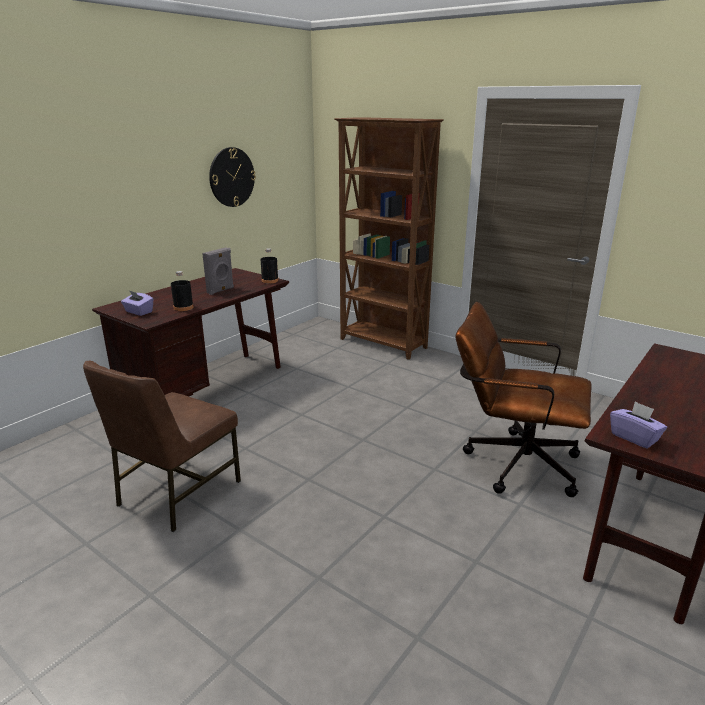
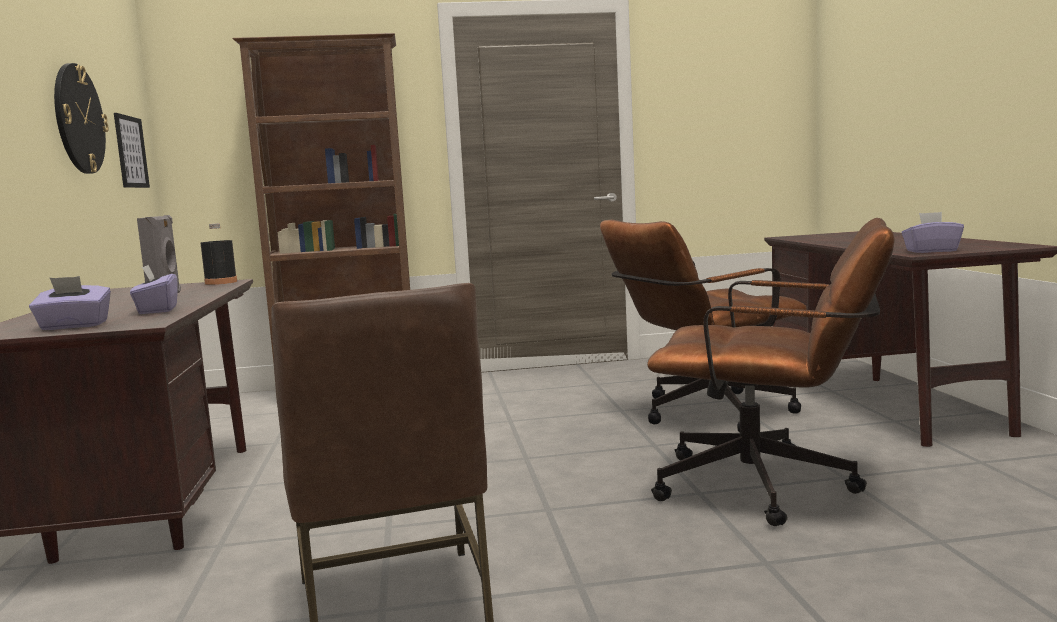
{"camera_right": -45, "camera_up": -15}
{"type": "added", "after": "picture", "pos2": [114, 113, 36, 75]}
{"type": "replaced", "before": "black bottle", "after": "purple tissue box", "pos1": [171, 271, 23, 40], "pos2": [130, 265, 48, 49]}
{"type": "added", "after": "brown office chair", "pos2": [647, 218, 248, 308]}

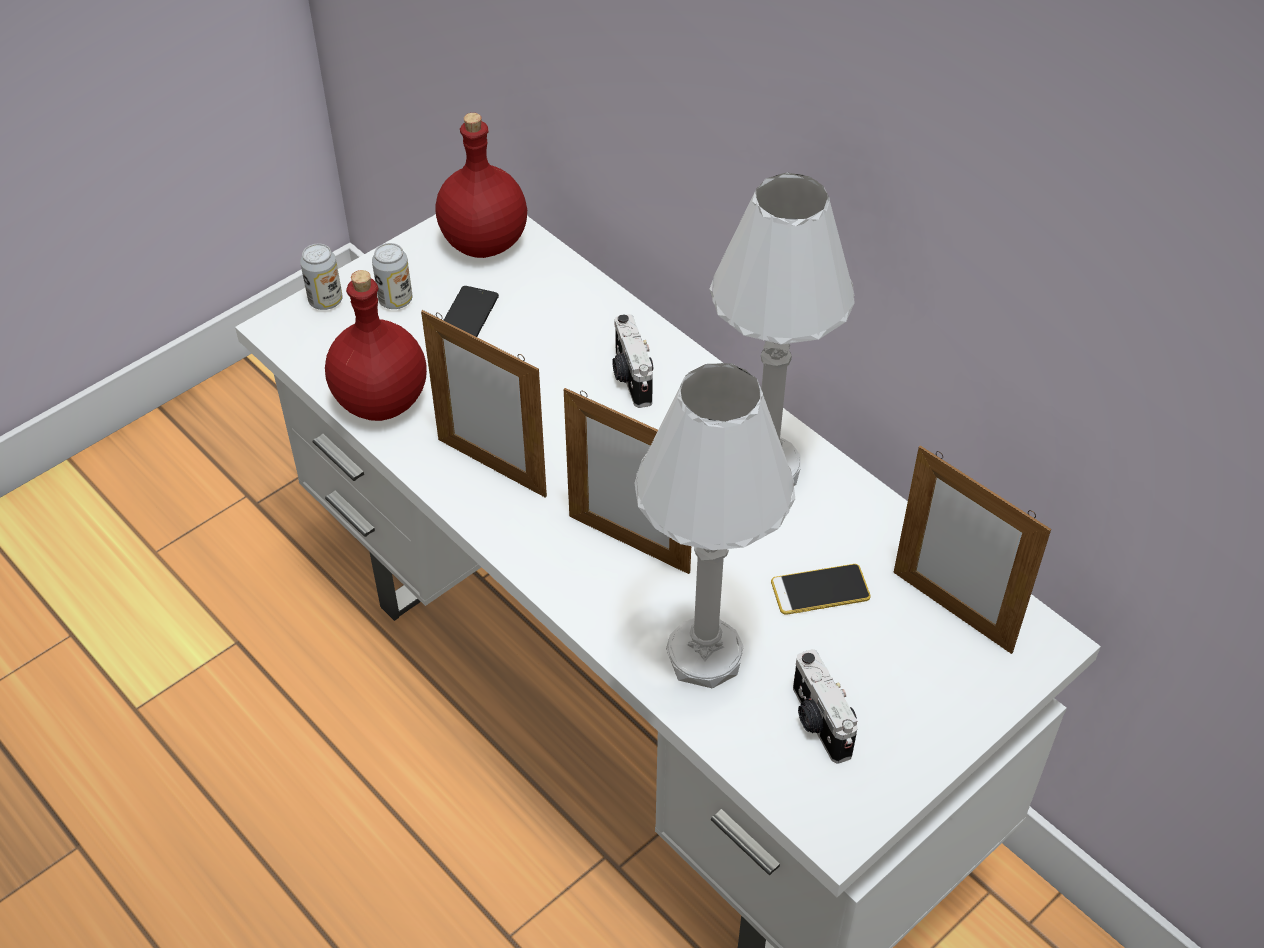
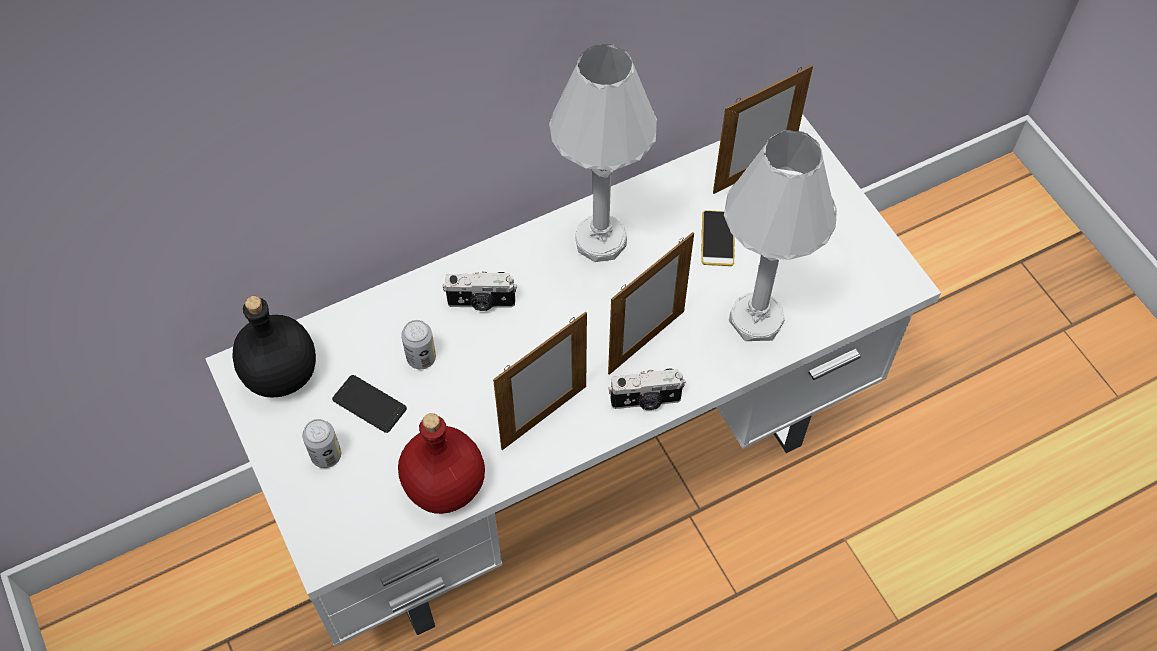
{"camera_right": -75, "camera_up": 10}
{"type": "recoloured", "before": "red bottle", "after": "black bottle", "pos1": [436, 113, 91, 145], "pos2": [232, 296, 84, 102]}
{"type": "moved", "before": "can", "pos1": [300, 244, 43, 66], "pos2": [401, 320, 35, 49]}
{"type": "moved", "before": "photo camera", "pos1": [793, 649, 65, 114], "pos2": [608, 368, 78, 42]}

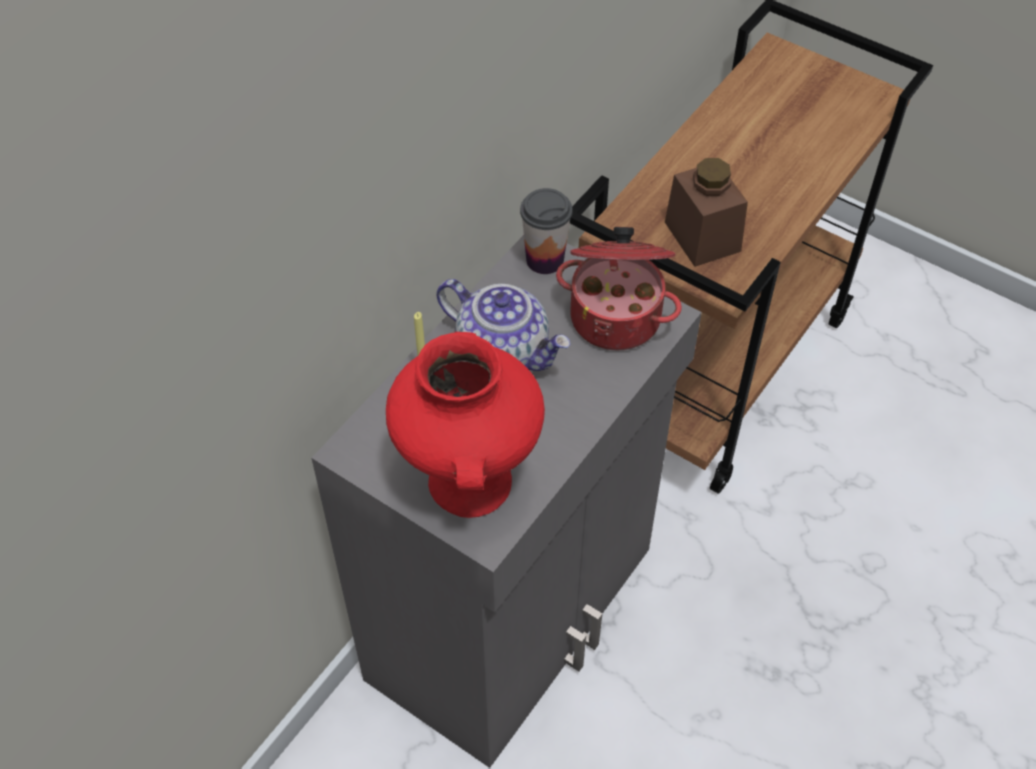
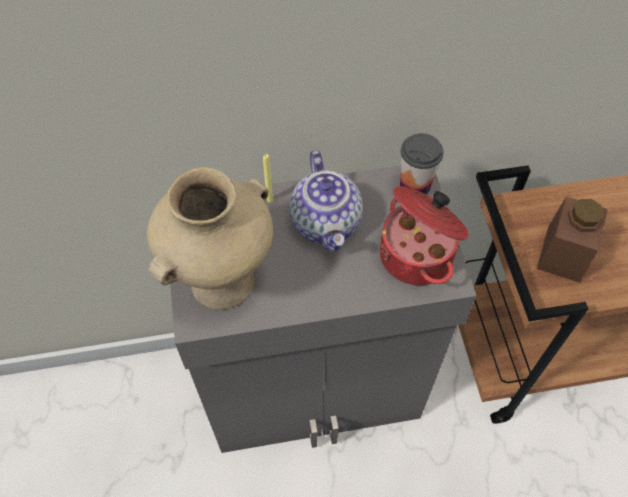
{"camera_right": 45, "camera_up": 5}
{"type": "recoloured", "before": "red vase", "after": "beige vase", "pos1": [386, 332, 159, 186], "pos2": [147, 167, 126, 143]}

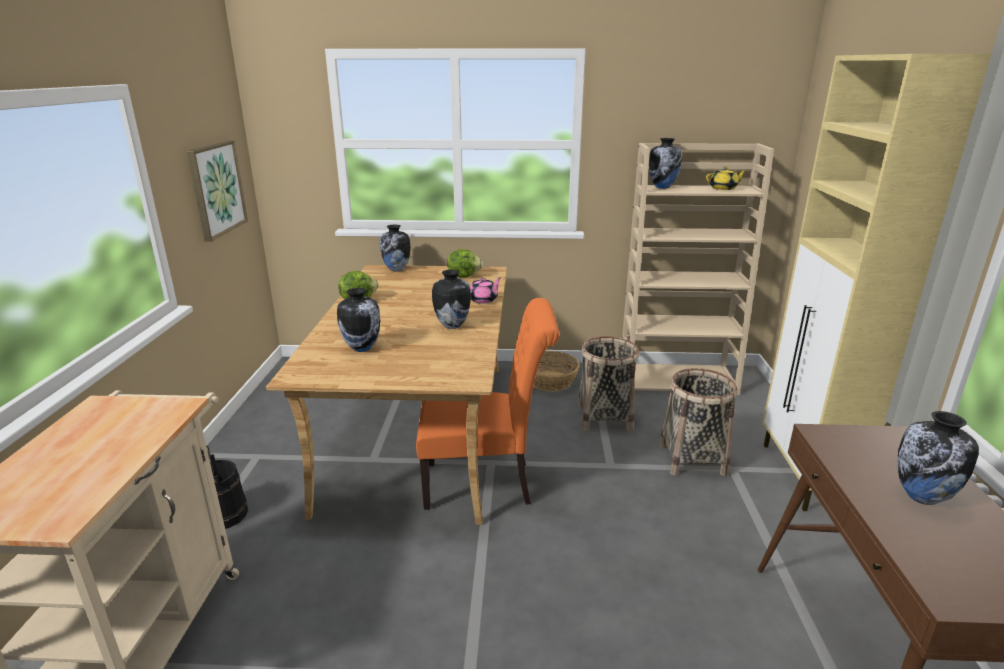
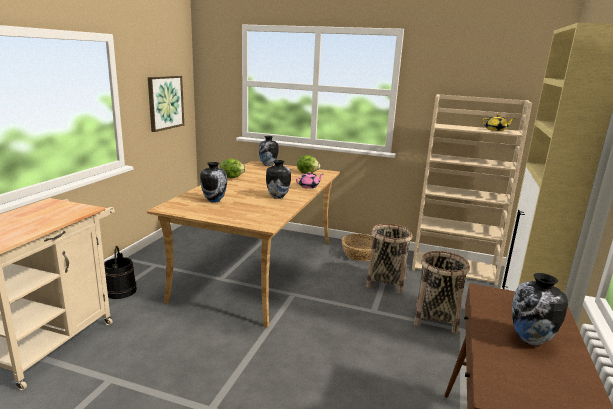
{"camera_right": 15, "camera_up": -5}
{"type": "removed", "before": "orange chair", "pos1": [416, 298, 143, 212]}
{"type": "removed", "before": "vase", "pos1": [649, 138, 33, 51]}

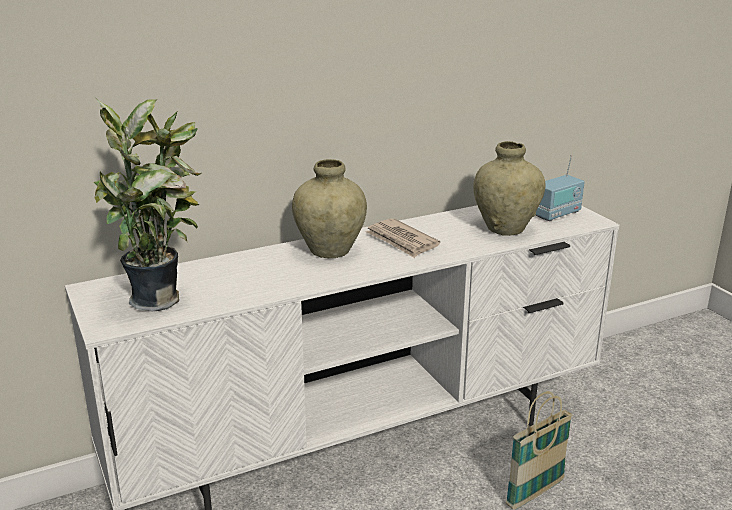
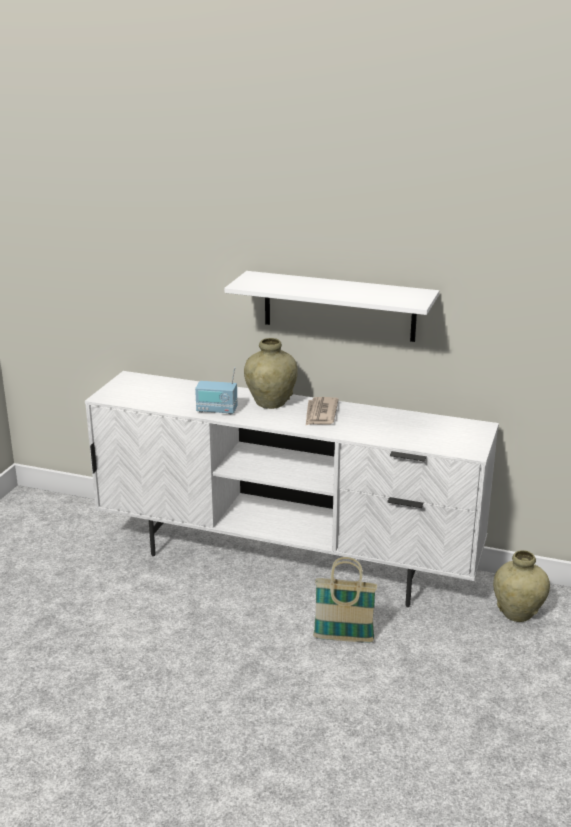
{"camera_right": 45, "camera_up": 0}
{"type": "moved", "before": "radio", "pos1": [536, 155, 49, 66], "pos2": [195, 367, 43, 47]}
{"type": "added", "after": "white shelf", "pos2": [224, 271, 215, 71]}
{"type": "moved", "before": "beige vase", "pos1": [473, 141, 73, 95], "pos2": [493, 550, 57, 72]}
{"type": "removed", "before": "potted plant", "pos1": [94, 99, 108, 212]}

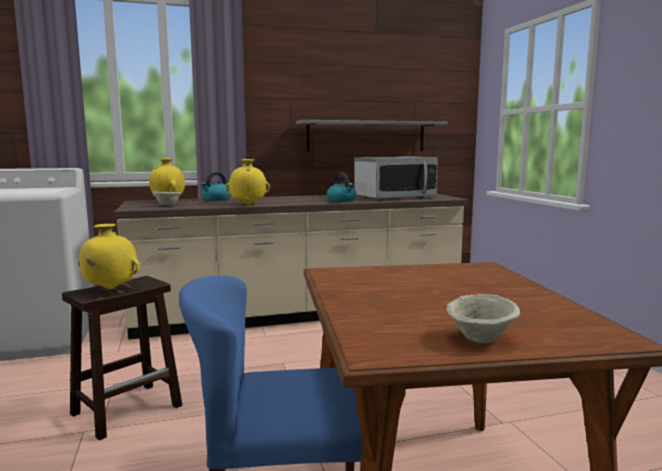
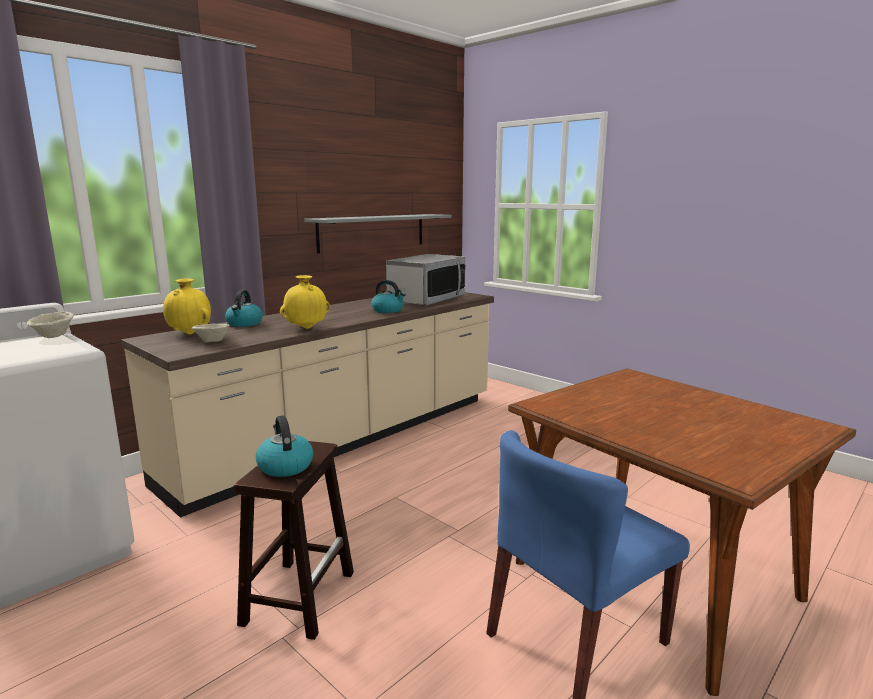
{"camera_right": -30, "camera_up": 5}
{"type": "moved", "before": "beige bowl", "pos1": [446, 294, 74, 49], "pos2": [27, 311, 46, 27]}
{"type": "replaced", "before": "yellow vase", "after": "kettle", "pos1": [78, 224, 62, 65], "pos2": [256, 415, 57, 62]}

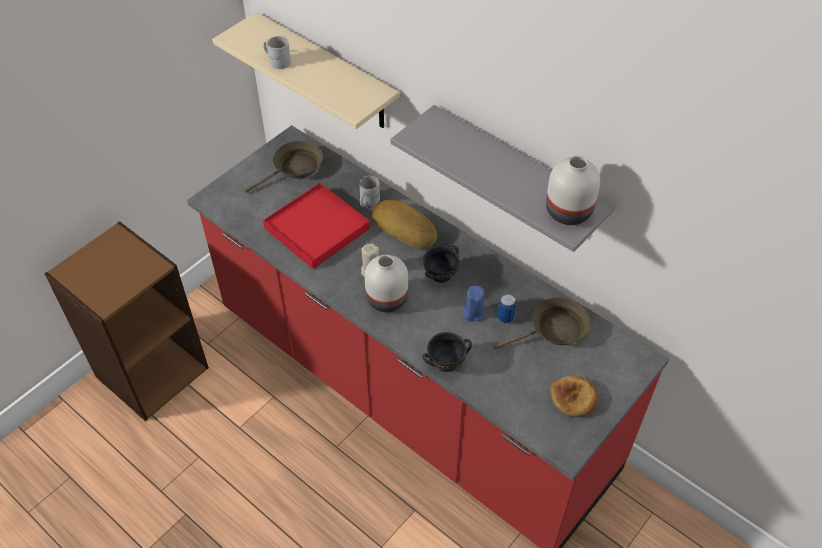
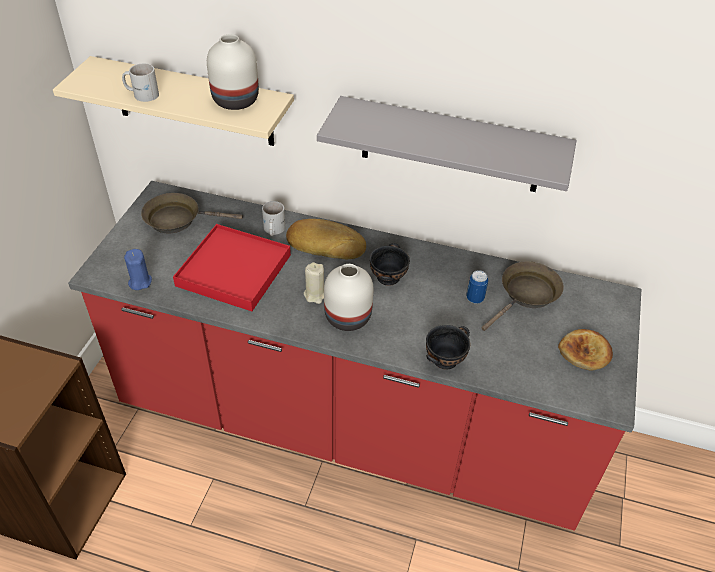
{"camera_right": -25, "camera_up": -5}
{"type": "moved", "before": "blue candle", "pos1": [463, 286, 22, 36], "pos2": [124, 249, 28, 41]}
{"type": "turned", "before": "brown frying pan", "pos1": [244, 141, 79, 52], "pos2": [141, 193, 102, 40], "turn": -120}
{"type": "moved", "before": "white vase", "pos1": [546, 156, 54, 69], "pos2": [207, 34, 52, 76]}

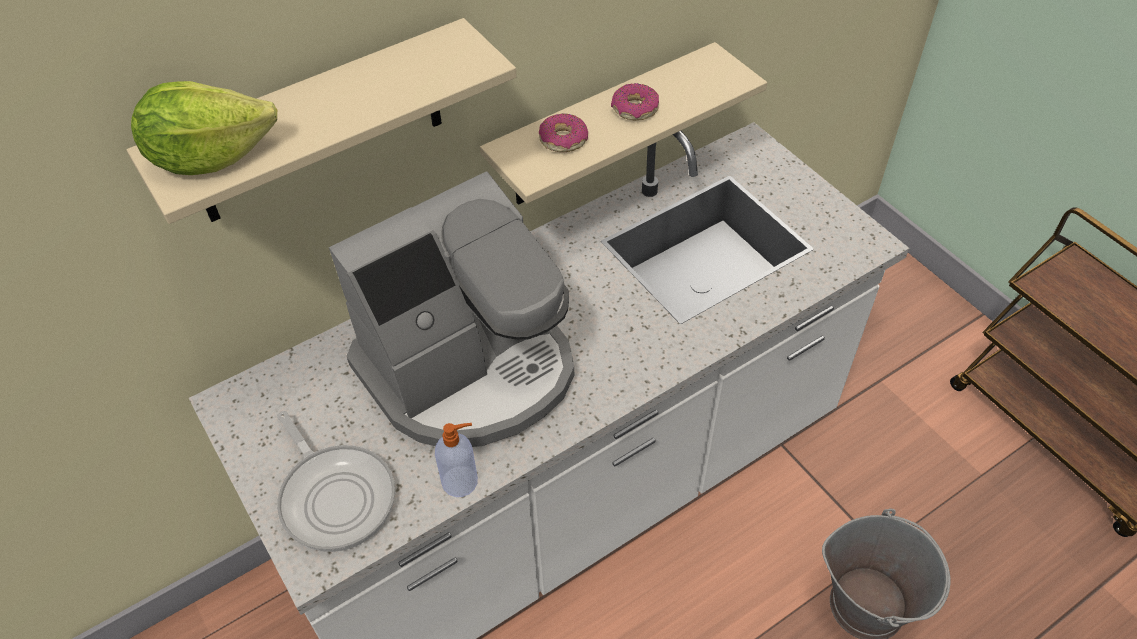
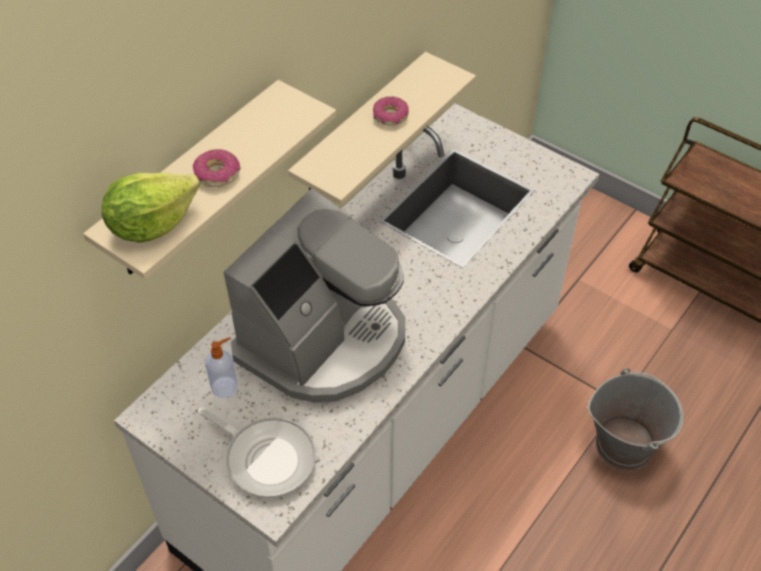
{"camera_right": -20, "camera_up": 0}
{"type": "moved", "before": "donut", "pos1": [539, 113, 49, 39], "pos2": [193, 149, 47, 38]}
{"type": "moved", "before": "soap dispenser", "pos1": [435, 423, 43, 74], "pos2": [205, 337, 33, 61]}

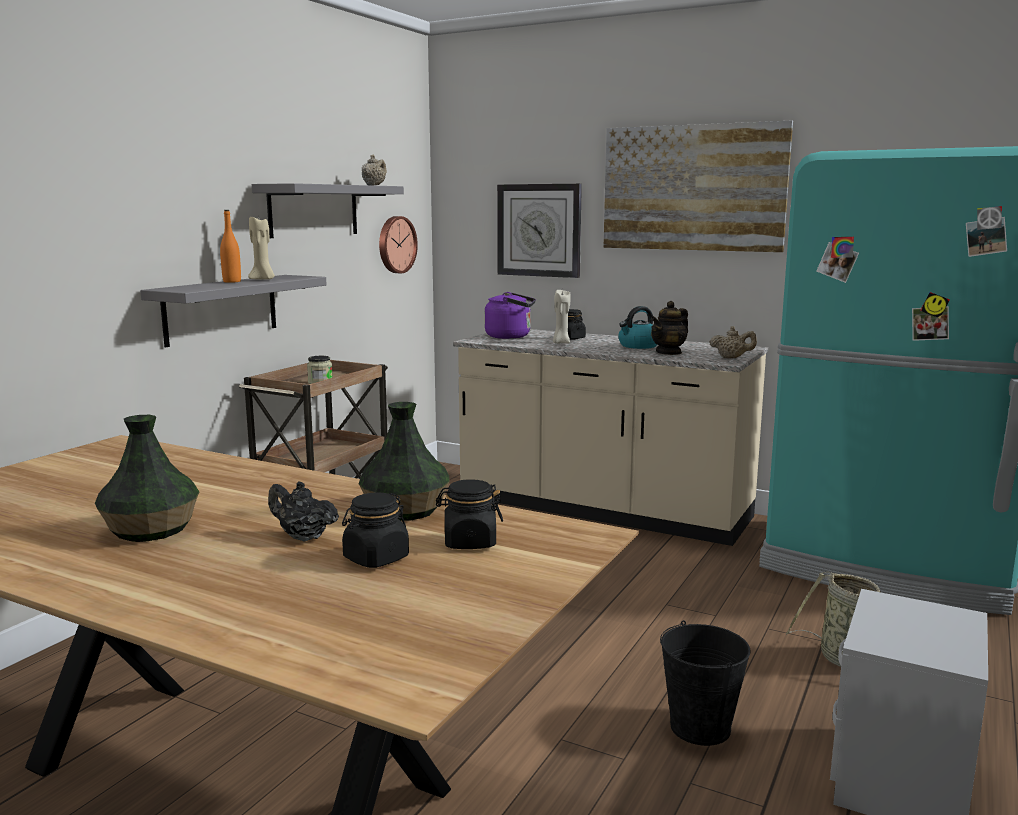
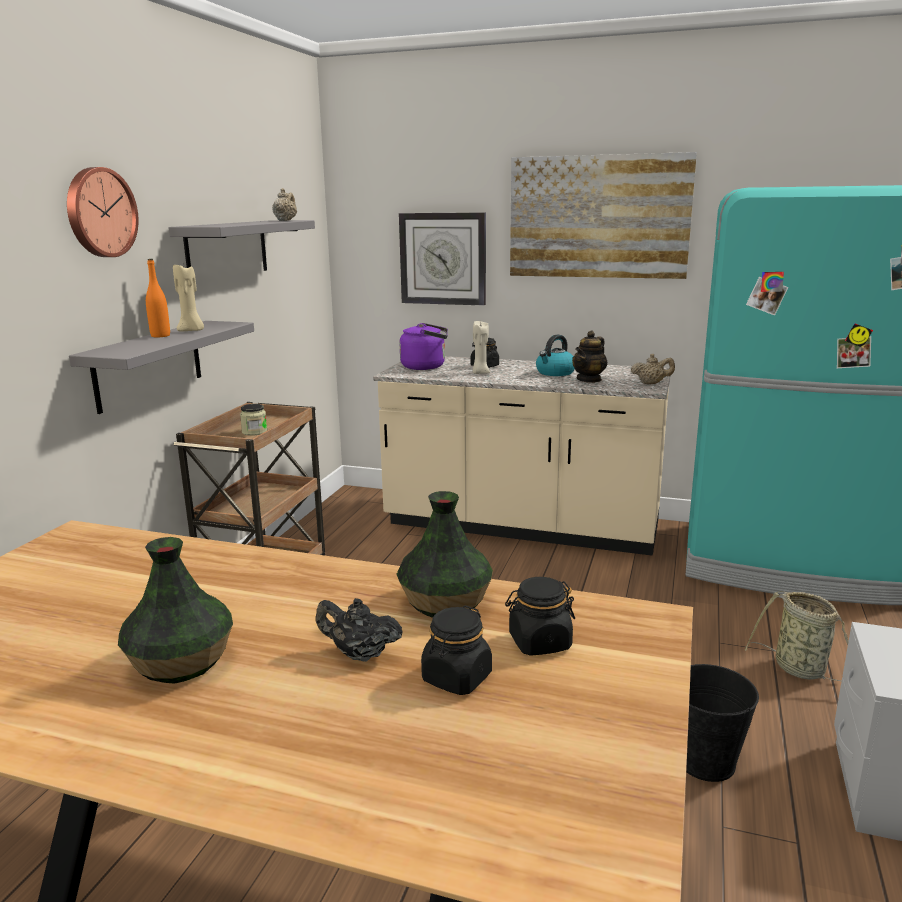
{"camera_right": -10, "camera_up": 5}
{"type": "moved", "before": "wall clock", "pos1": [379, 216, 39, 57], "pos2": [67, 167, 72, 90]}

